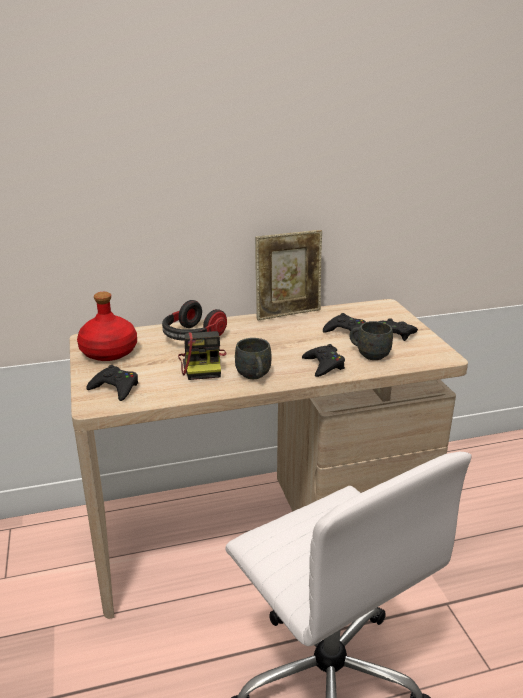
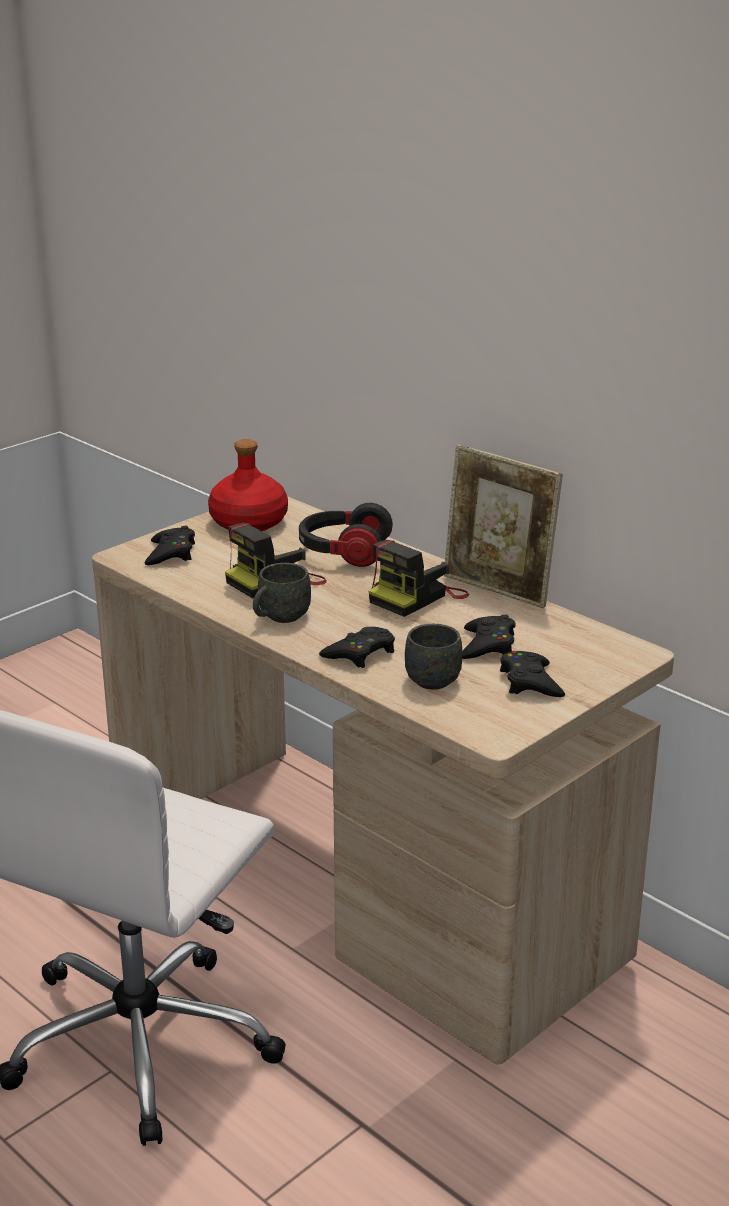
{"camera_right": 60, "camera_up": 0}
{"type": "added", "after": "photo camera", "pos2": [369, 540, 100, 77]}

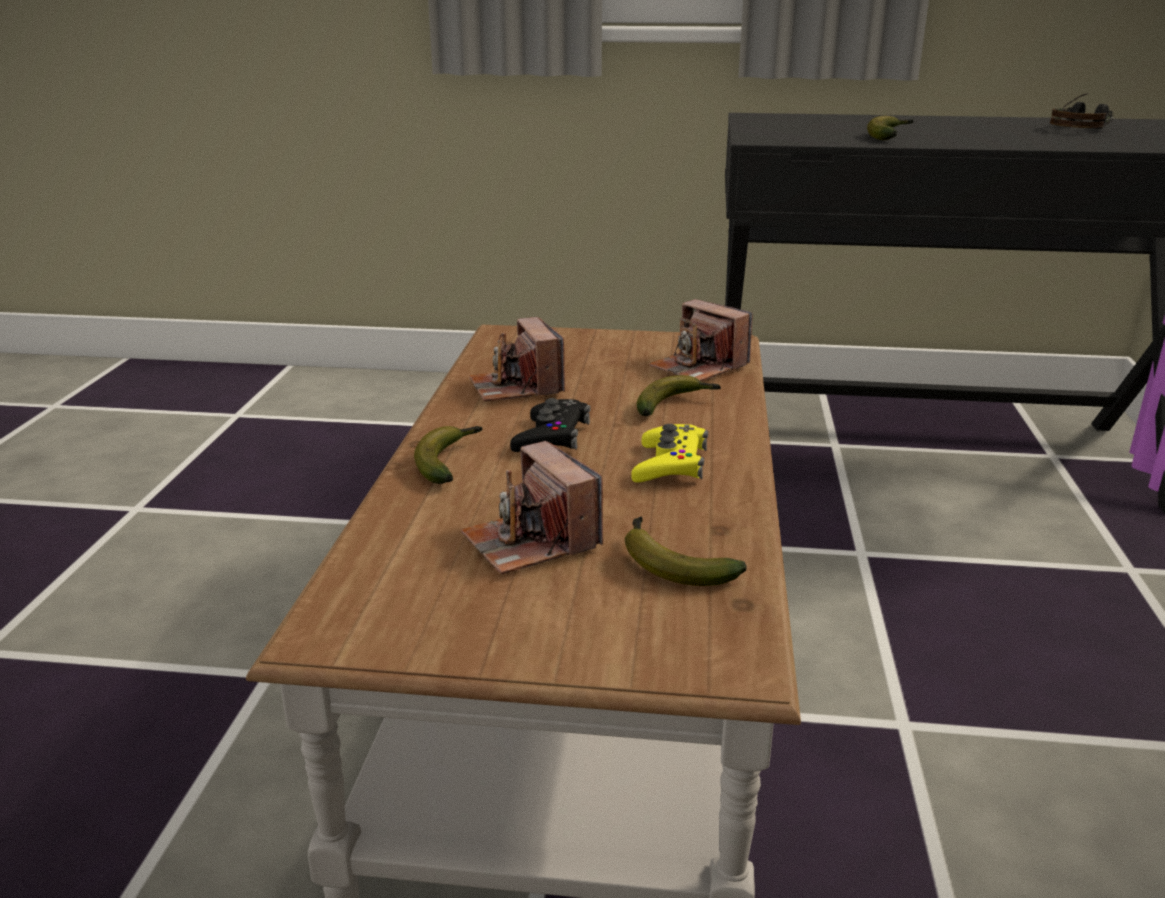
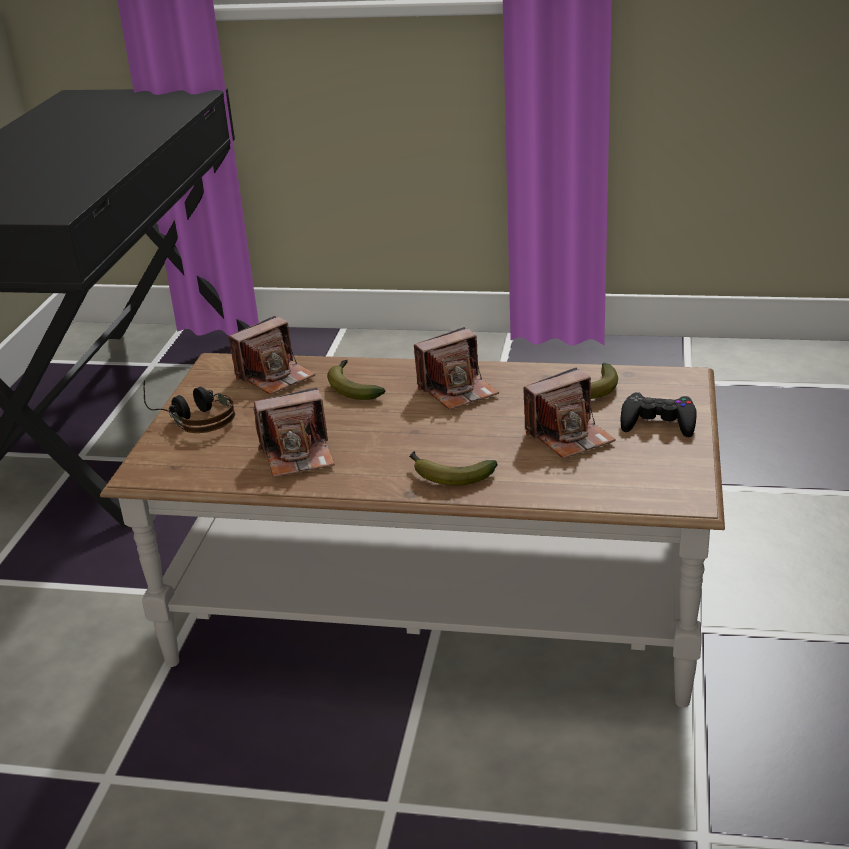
{"camera_right": -85, "camera_up": 5}
{"type": "moved", "before": "headphones", "pos1": [1050, 93, 64, 36], "pos2": [143, 381, 92, 52]}
{"type": "replaced", "before": "yellow game controller", "after": "photo camera", "pos1": [631, 424, 77, 59], "pos2": [414, 327, 85, 83]}
{"type": "moved", "before": "black game controller", "pos1": [510, 398, 80, 54], "pos2": [621, 392, 76, 45]}
{"type": "removed", "before": "banana", "pos1": [867, 116, 46, 24]}

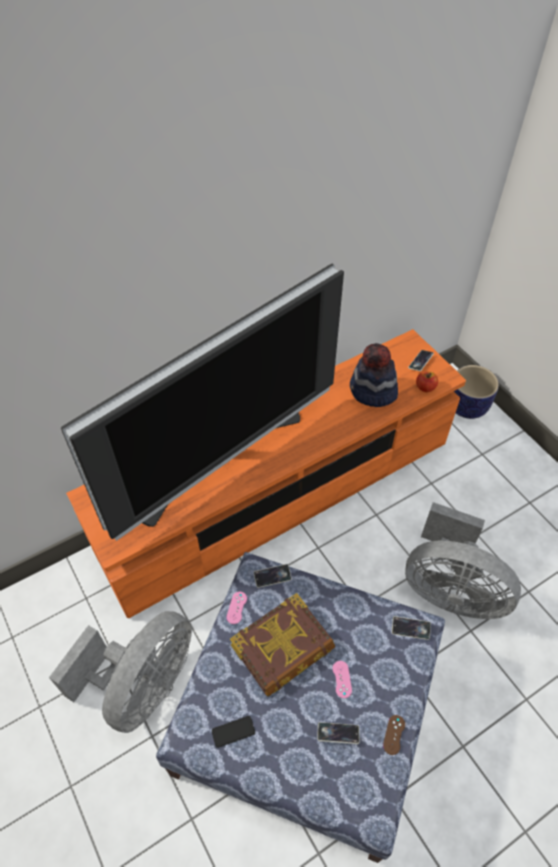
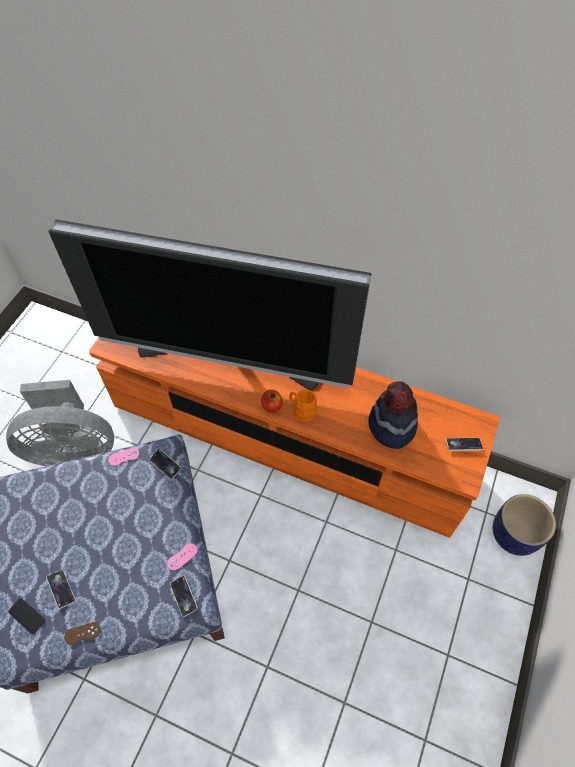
{"camera_right": 55, "camera_up": 5}
{"type": "moved", "before": "phone", "pos1": [212, 716, 43, 32], "pos2": [8, 598, 37, 36]}
{"type": "moved", "before": "pink game controller", "pos1": [333, 661, 19, 37], "pos2": [167, 543, 31, 28]}
{"type": "moved", "before": "apple", "pos1": [416, 371, 22, 21], "pos2": [261, 390, 22, 23]}
{"type": "added", "after": "orange mug", "pos2": [289, 389, 29, 33]}
{"type": "removed", "before": "book", "pos1": [230, 593, 105, 103]}
{"type": "removed", "before": "grey fan", "pos1": [405, 502, 116, 117]}

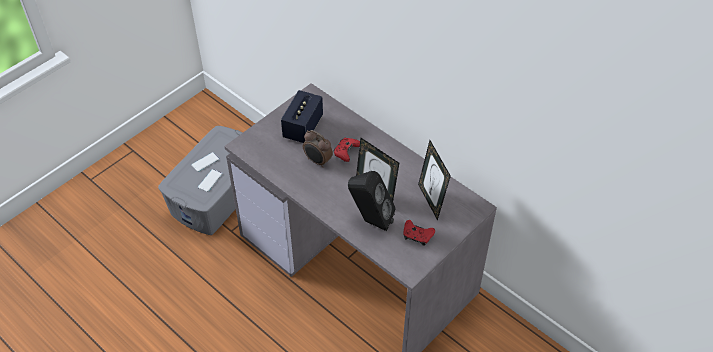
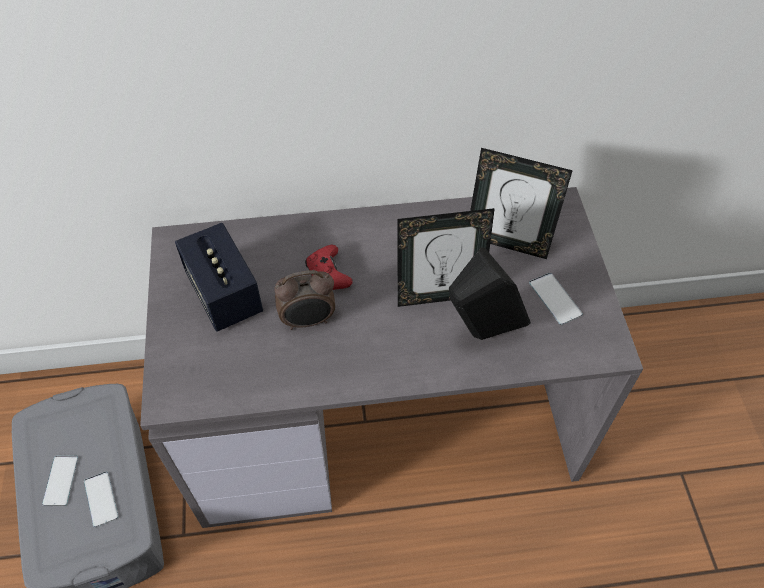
{"camera_right": -50, "camera_up": 5}
{"type": "replaced", "before": "red game controller", "after": "phone", "pos1": [403, 220, 32, 26], "pos2": [529, 273, 54, 52]}

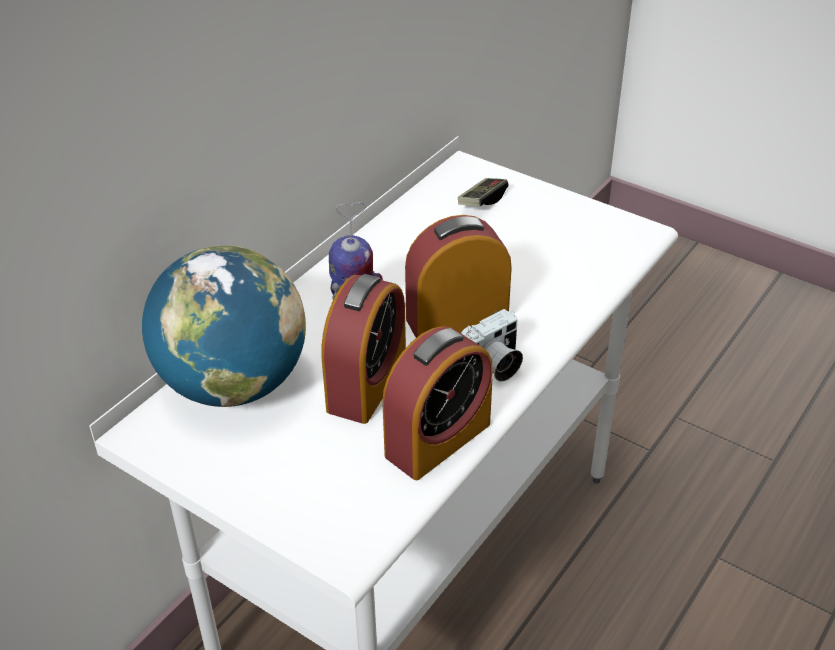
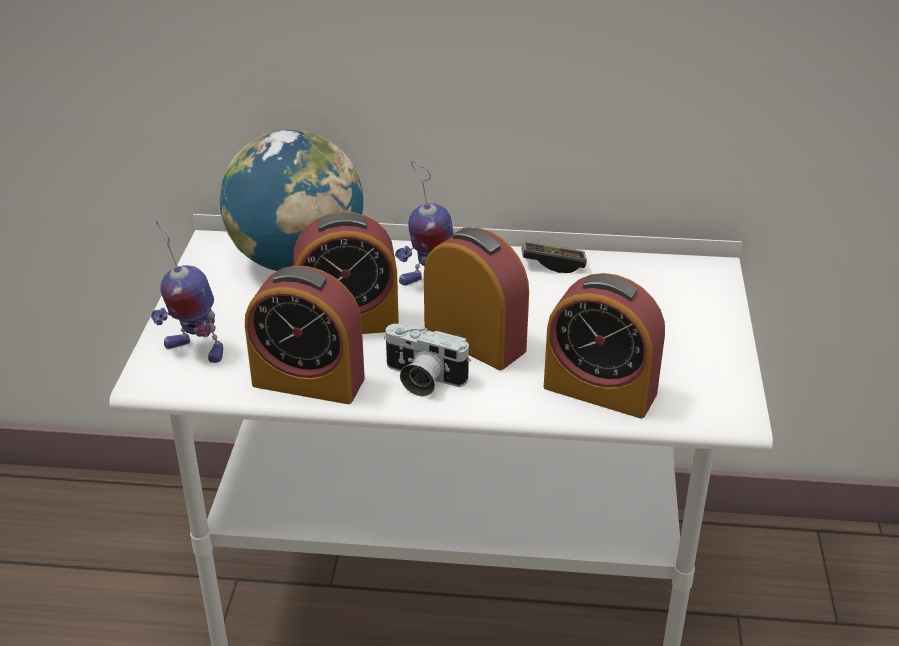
{"camera_right": 60, "camera_up": -5}
{"type": "added", "after": "toy robot", "pos2": [151, 220, 72, 143]}
{"type": "moved", "before": "game controller", "pos1": [458, 178, 50, 28], "pos2": [521, 241, 66, 32]}
{"type": "added", "after": "alarm clock", "pos2": [544, 273, 121, 145]}

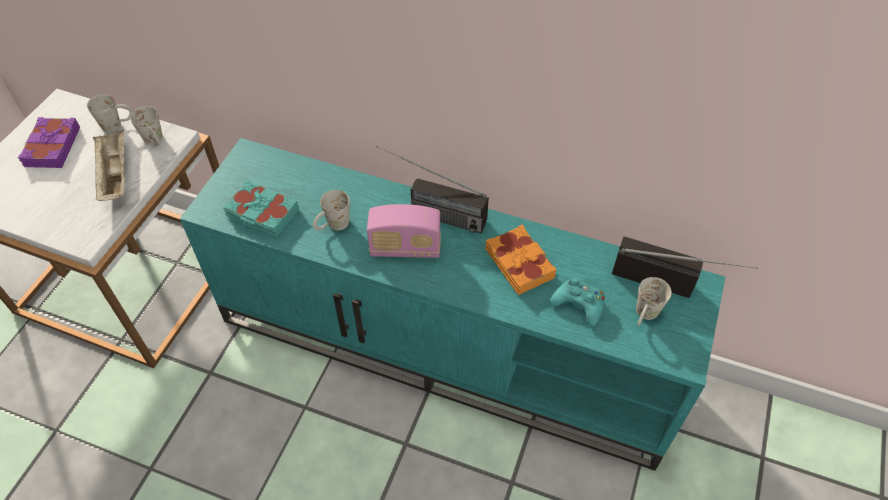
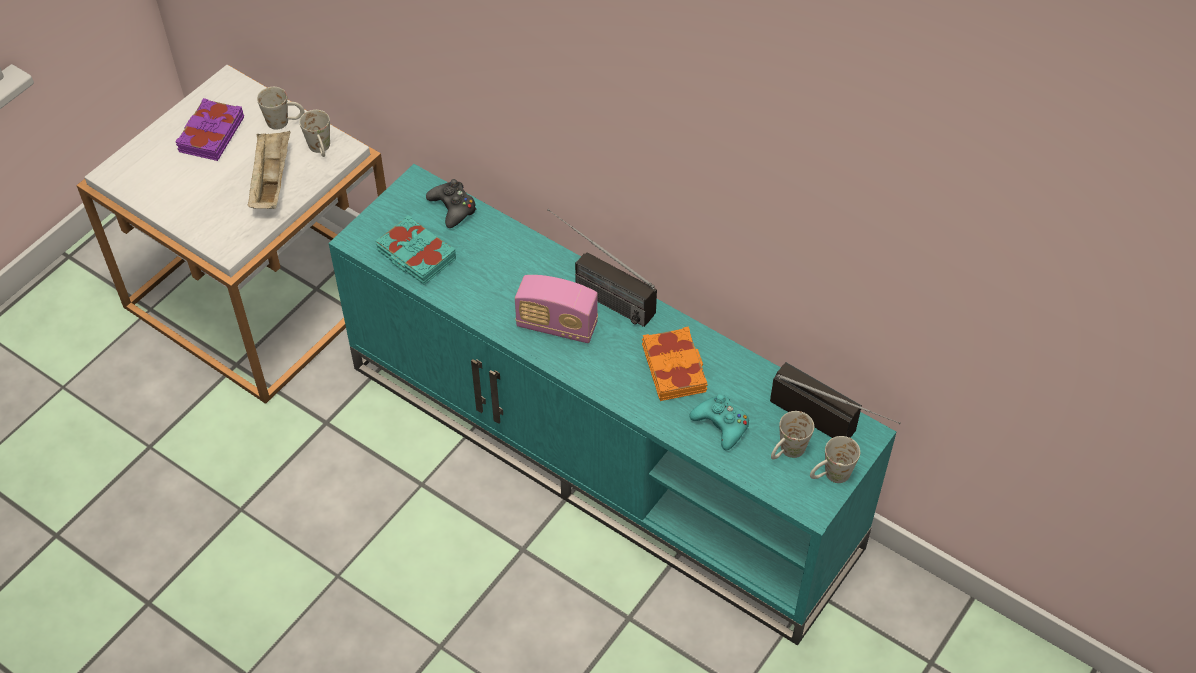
{"camera_right": 15, "camera_up": 0}
{"type": "added", "after": "black game controller", "pos2": [426, 179, 51, 49]}
{"type": "moved", "before": "white mug", "pos1": [313, 190, 37, 40], "pos2": [810, 436, 50, 47]}

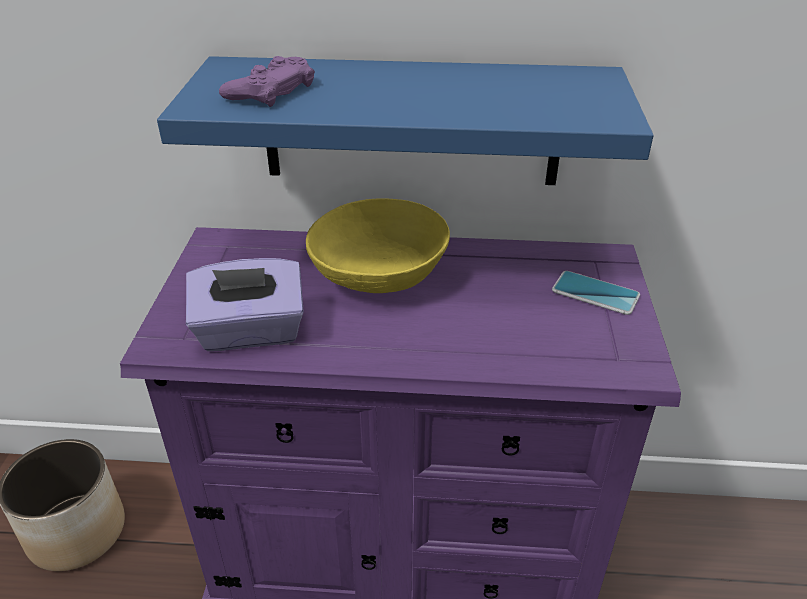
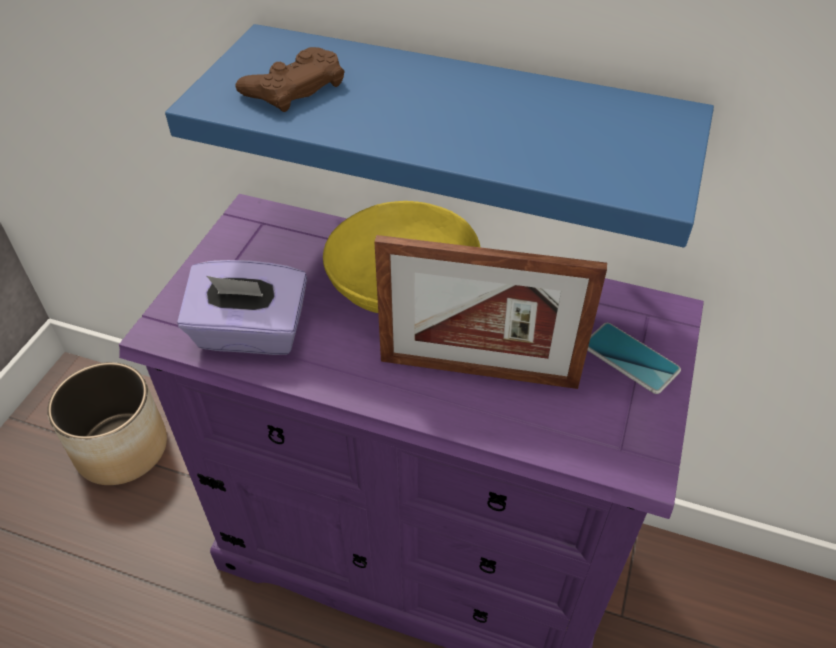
{"camera_right": 15, "camera_up": 10}
{"type": "recoloured", "before": "purple game controller", "after": "brown game controller", "pos1": [219, 56, 96, 51], "pos2": [235, 47, 110, 65]}
{"type": "added", "after": "picture frame", "pos2": [374, 235, 233, 154]}

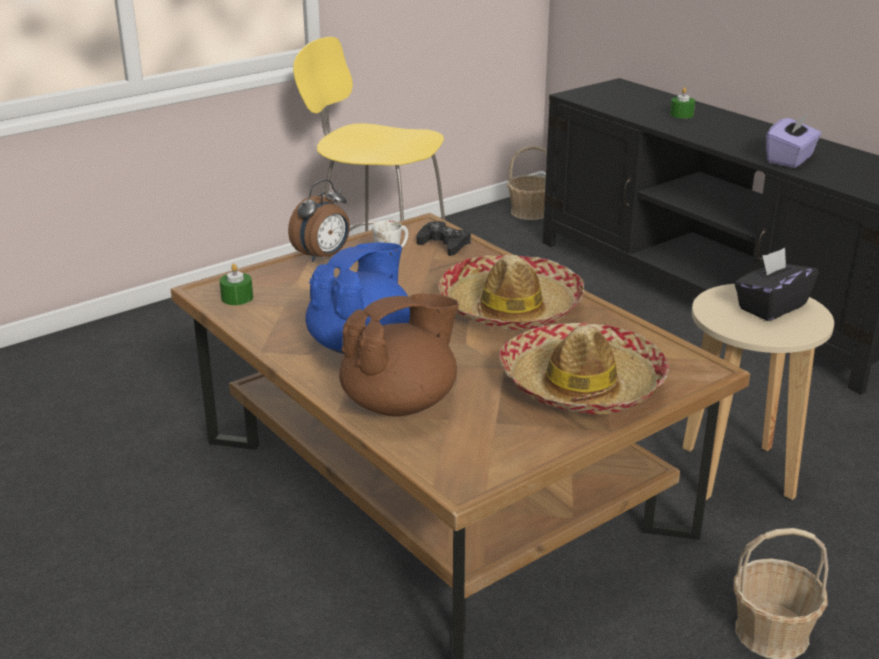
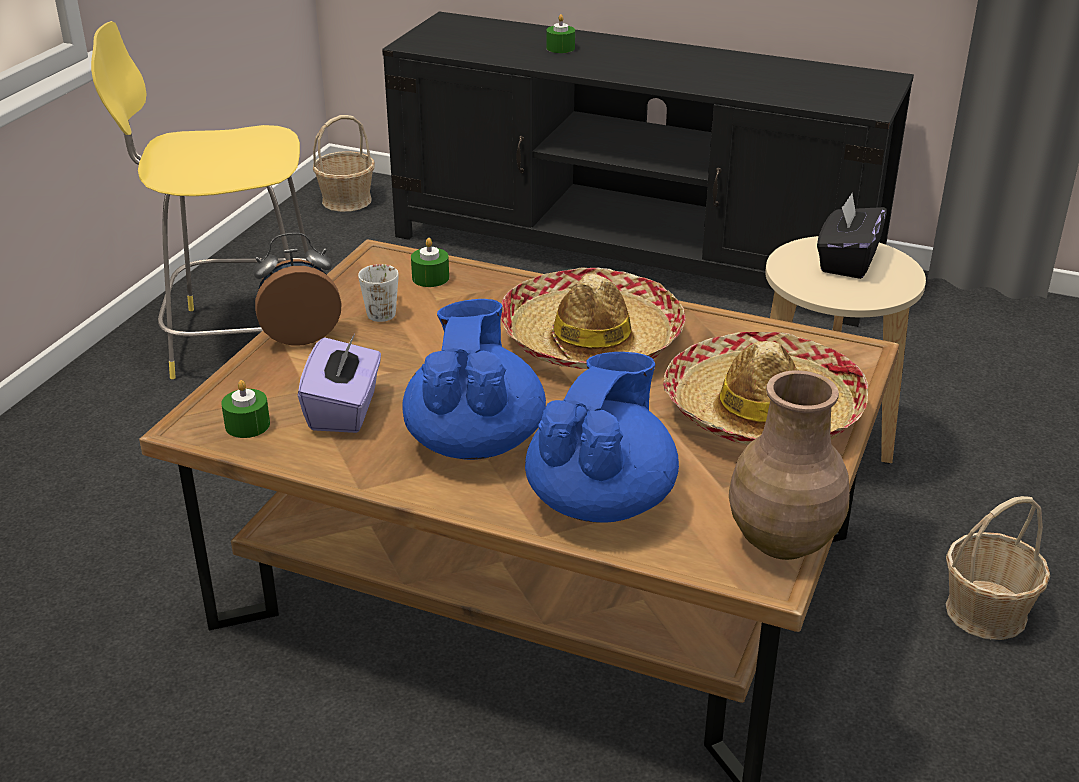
{"camera_right": -30, "camera_up": 5}
{"type": "turned", "before": "alarm clock", "pos1": [288, 179, 62, 83], "pos2": [253, 233, 89, 113], "turn": -120}
{"type": "moved", "before": "purple tissue box", "pos1": [766, 112, 56, 56], "pos2": [298, 334, 83, 99]}
{"type": "replaced", "before": "black game controller", "after": "green candle", "pos1": [417, 221, 54, 35], "pos2": [411, 238, 38, 49]}
{"type": "recoloured", "before": "brown teapot", "after": "blue teapot", "pos1": [339, 293, 120, 123], "pos2": [525, 352, 154, 171]}
{"type": "added", "after": "brown vase", "pos2": [729, 370, 121, 190]}

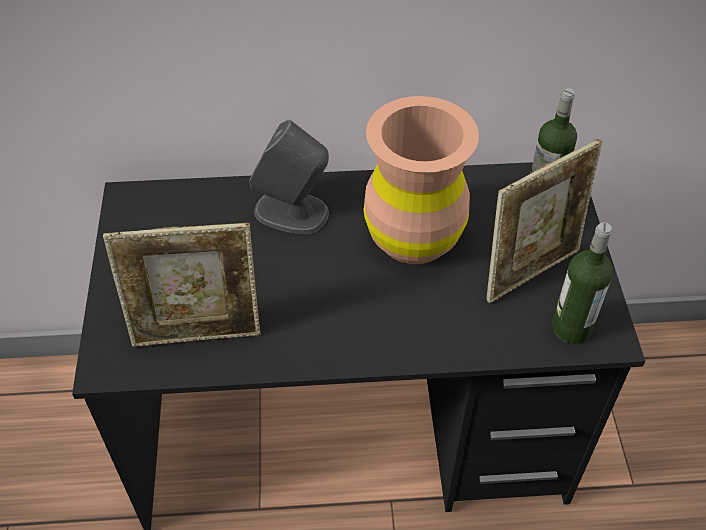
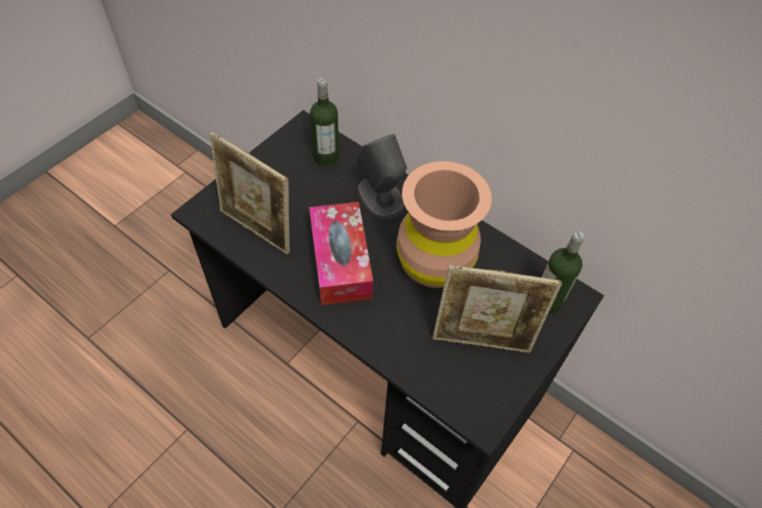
{"camera_right": 40, "camera_up": 5}
{"type": "added", "after": "tissue box", "pos2": [309, 202, 64, 103]}
{"type": "moved", "before": "bottle", "pos1": [552, 222, 61, 122], "pos2": [310, 78, 29, 88]}

